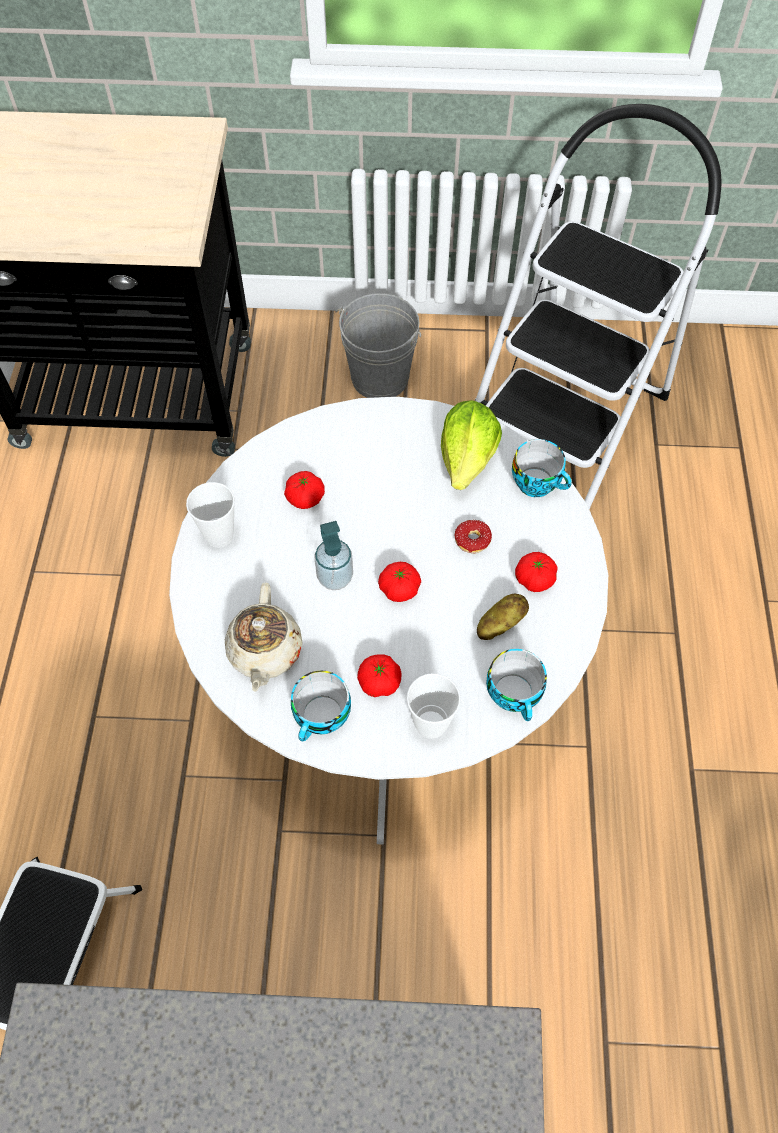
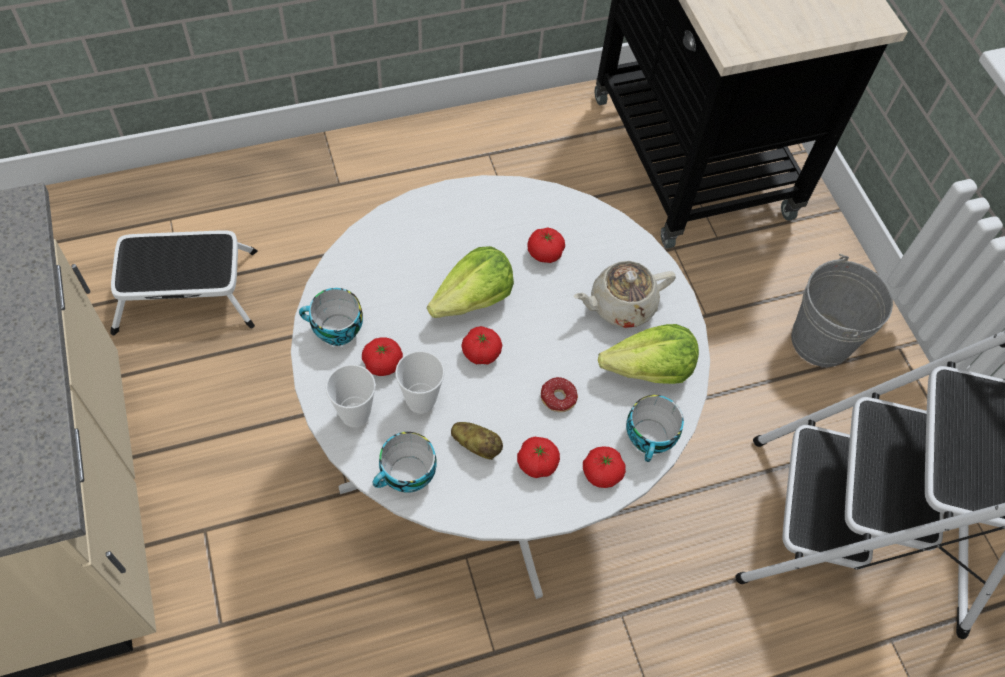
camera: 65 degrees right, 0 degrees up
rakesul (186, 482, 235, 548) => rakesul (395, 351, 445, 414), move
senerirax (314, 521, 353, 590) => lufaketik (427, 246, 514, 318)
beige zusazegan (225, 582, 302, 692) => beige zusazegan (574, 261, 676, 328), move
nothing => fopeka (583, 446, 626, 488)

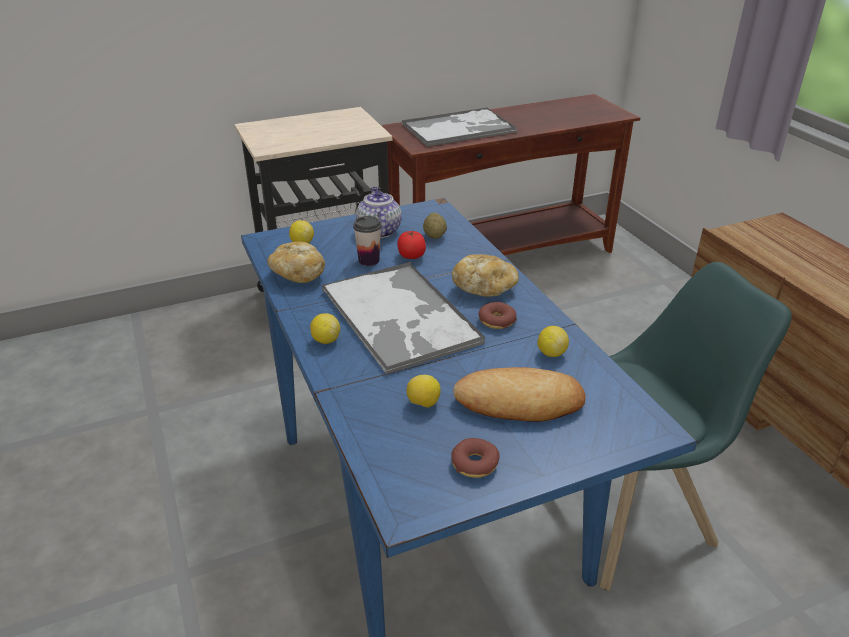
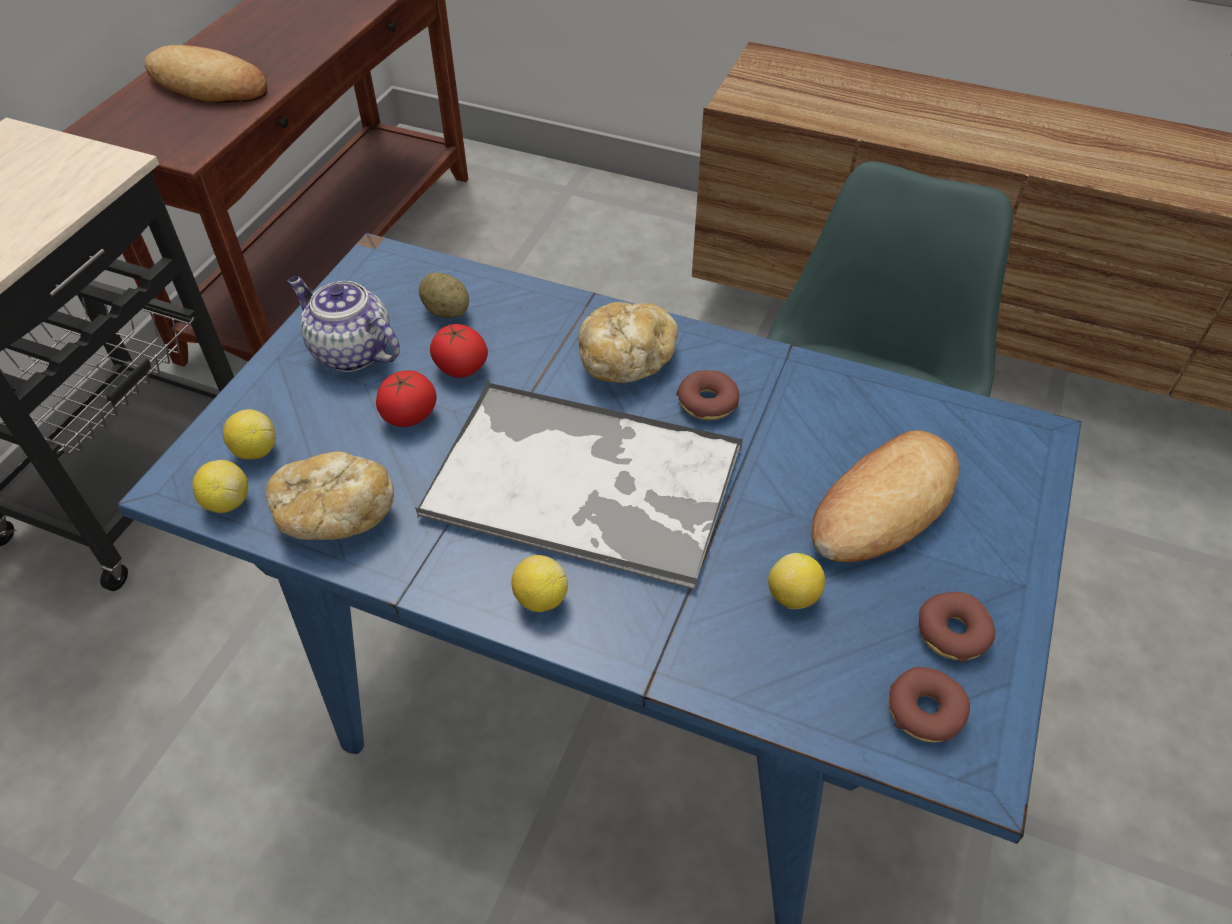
camera: 45 degrees left, 15 degrees up
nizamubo (402, 107, 517, 147) => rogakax (144, 45, 267, 103)
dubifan (537, 326, 569, 357) => dubifan (192, 460, 248, 513), move
rakesul (353, 216, 382, 266) => fopeka (376, 370, 437, 427)
nothing => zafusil (888, 667, 970, 743)

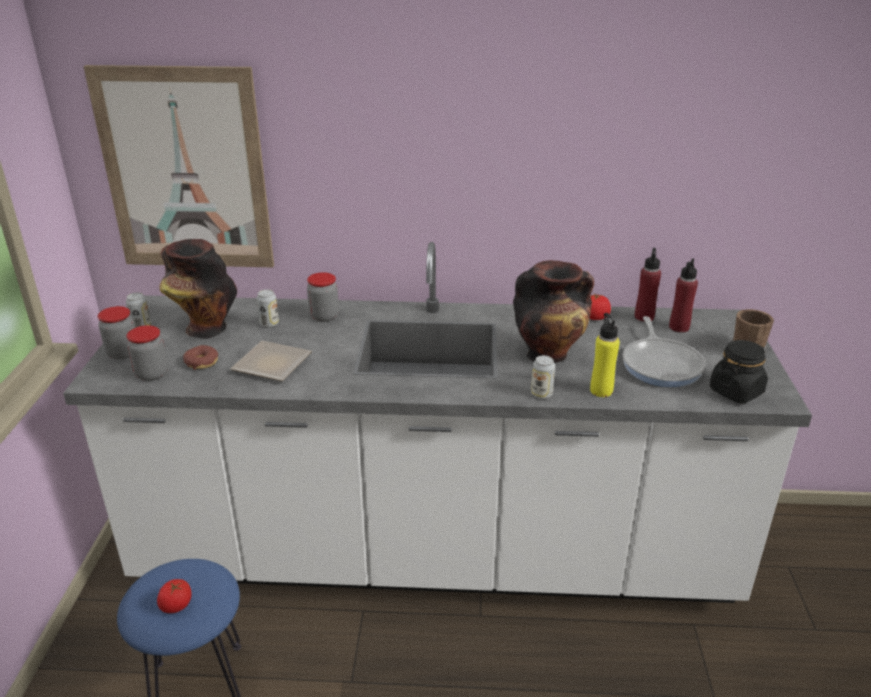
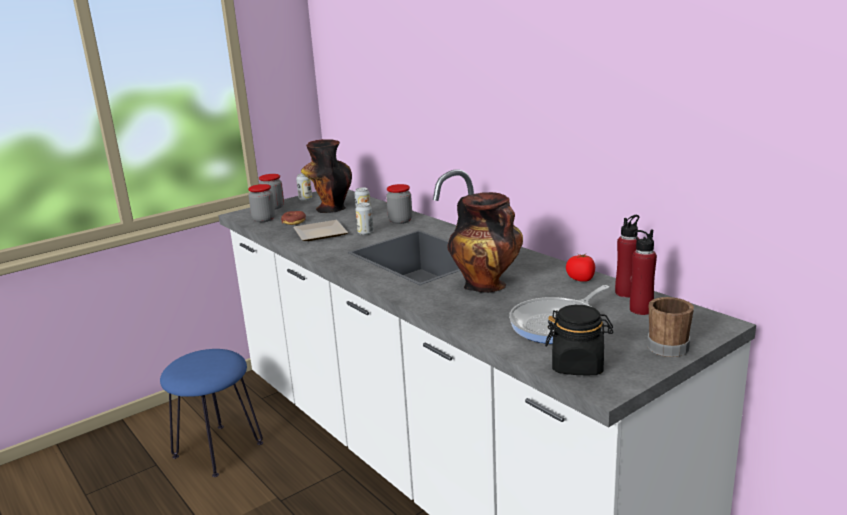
camera: 50 degrees right, 10 degrees down
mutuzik (531, 355, 555, 399) => mutuzik (356, 203, 374, 235), move
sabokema (83, 65, 274, 267) => nothing
fopeka (157, 579, 191, 613) => nothing
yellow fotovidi (590, 313, 620, 397) => nothing

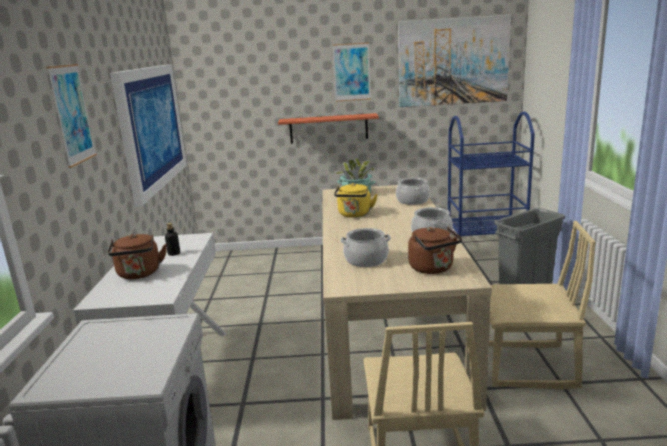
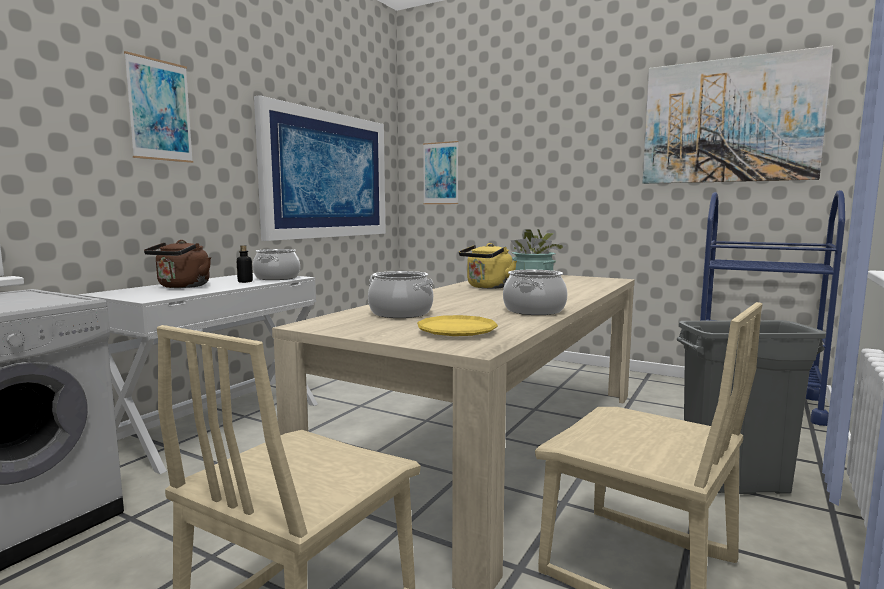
camera: 30 degrees right, 10 degrees down
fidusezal (396, 178, 430, 205) => fidusezal (253, 249, 300, 280), move
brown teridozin (408, 227, 462, 274) => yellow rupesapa (417, 315, 498, 336)
sabokema (332, 42, 371, 101) => sabokema (423, 141, 459, 204), move
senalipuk (278, 113, 379, 144) => nothing

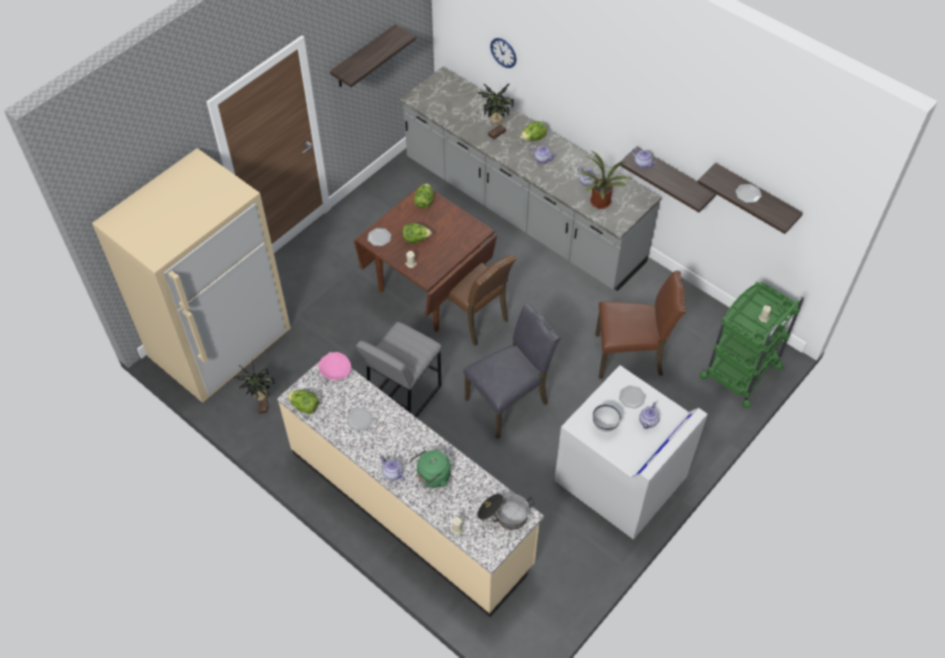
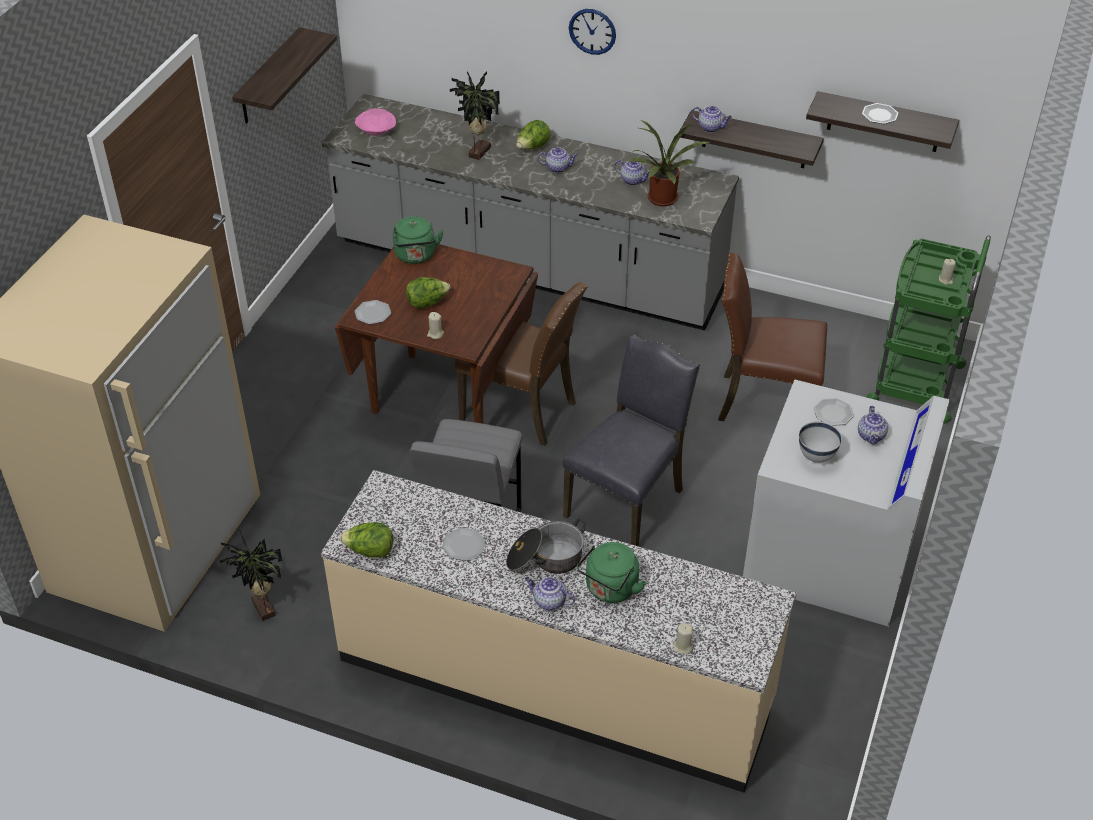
camera: 20 degrees left, 10 degrees down
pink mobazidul (318, 352, 351, 380) => pink mobazidul (355, 108, 396, 136), move
lufaketik (414, 183, 434, 209) => green teridozin (393, 216, 444, 264)
fidusezal (477, 494, 534, 530) => fidusezal (506, 519, 586, 574), move
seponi (490, 38, 516, 68) => seponi (569, 9, 616, 55), move
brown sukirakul (595, 270, 686, 379) => brown sukirakul (718, 253, 827, 421), 150 degrees counterclockwise

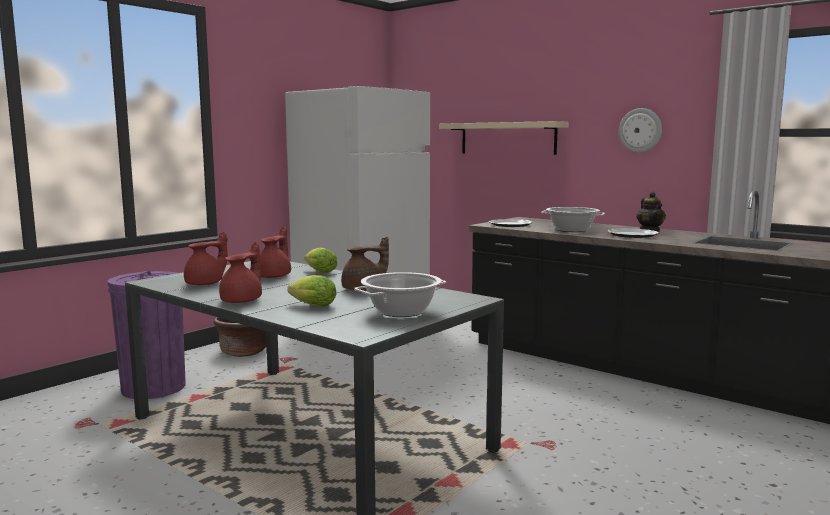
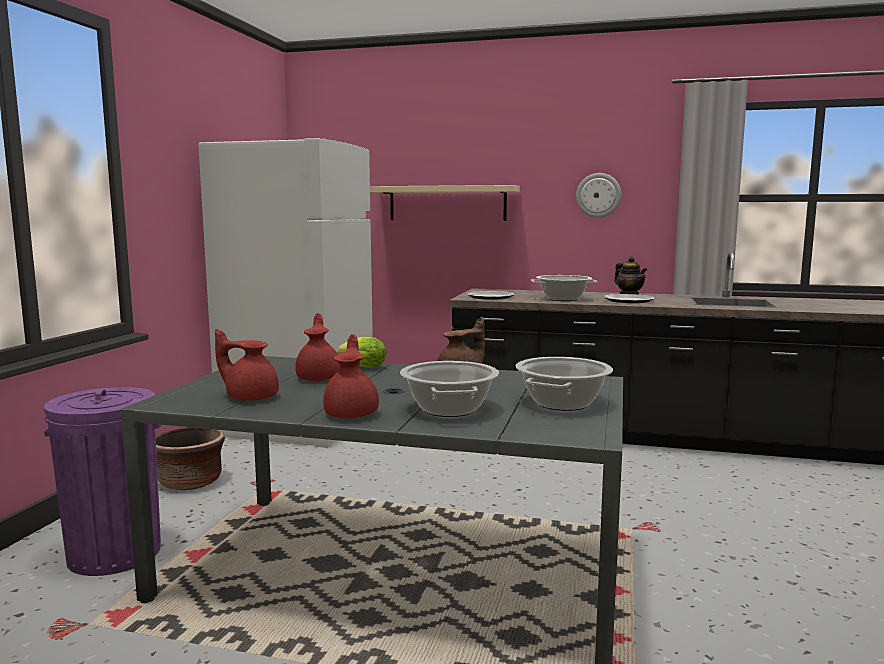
camera: 25 degrees left, 0 degrees up
red zusazegan (184, 231, 228, 285) => red zusazegan (215, 329, 279, 401), 90 degrees counterclockwise
lufaketik (287, 275, 336, 307) => fidusezal (400, 361, 499, 417)

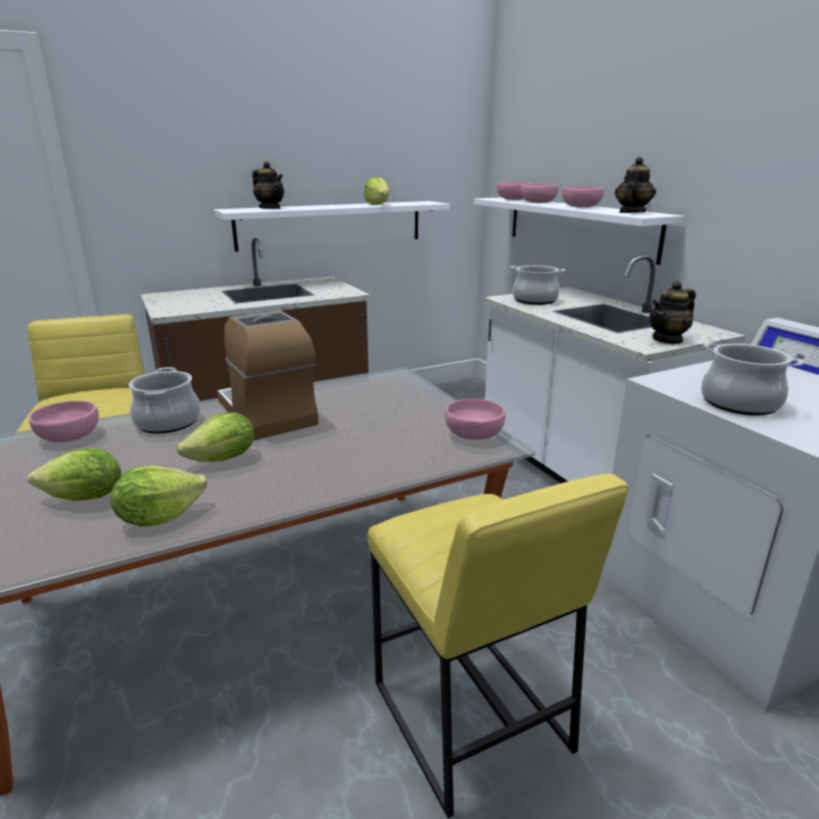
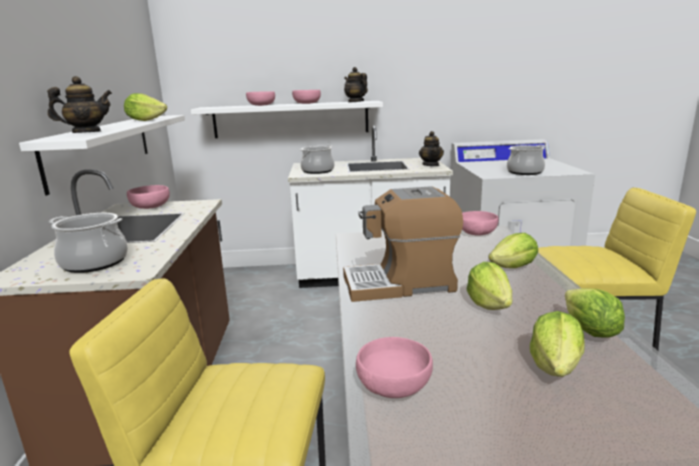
camera: 65 degrees left, 5 degrees down
fidusezal (129, 367, 201, 434) => fidusezal (49, 213, 128, 273), move
pink mobazidul (497, 182, 532, 200) => pink mobazidul (127, 185, 170, 209), move
nothing => lufaketik (488, 233, 538, 268)

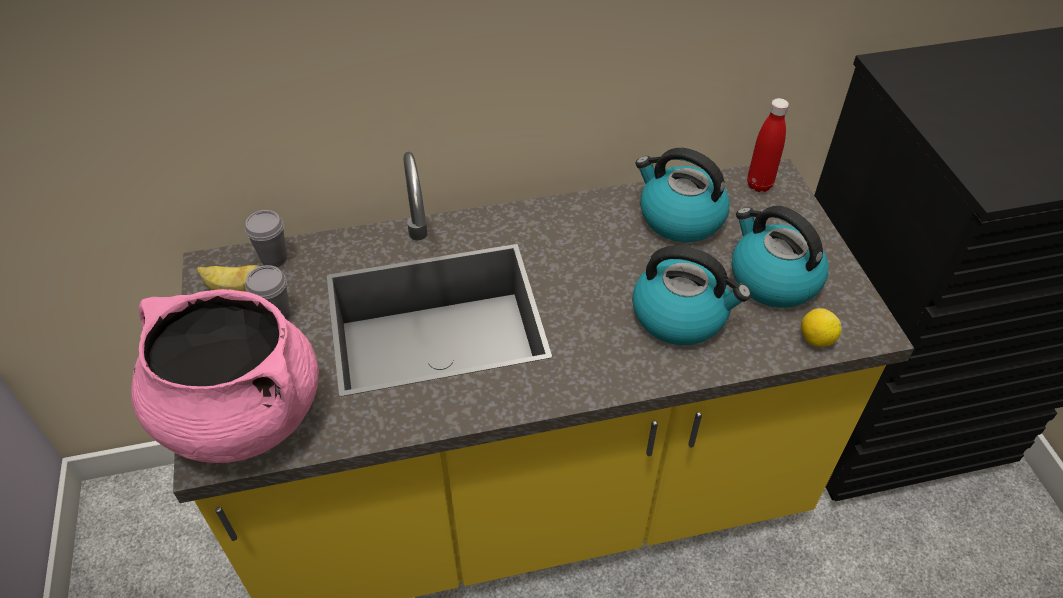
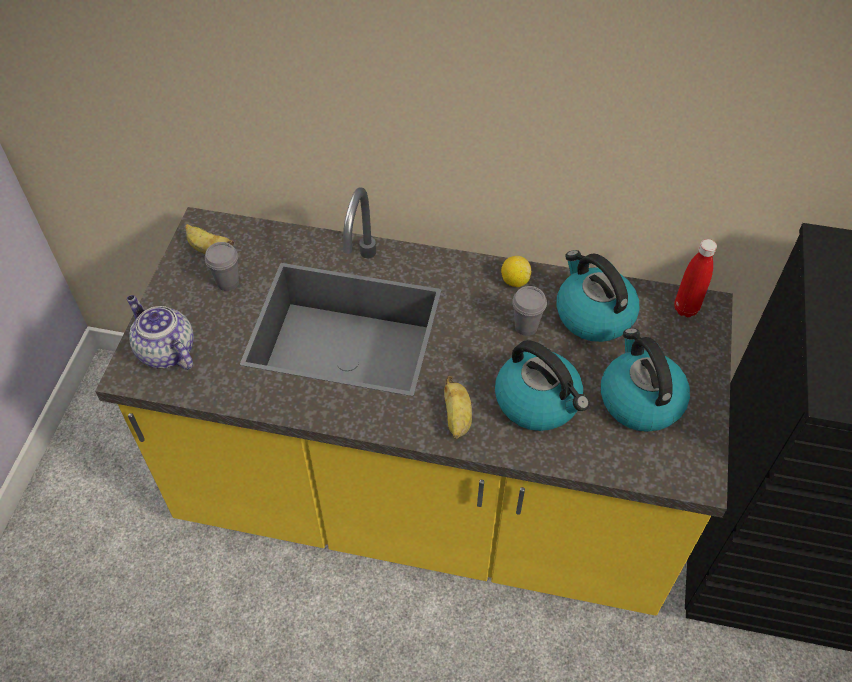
camera: 25 degrees right, 5 degrees up
pink fidusezal (131, 289, 319, 463) => zusazegan (127, 295, 194, 370)
nothing => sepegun (444, 376, 472, 439)
dubifan (801, 308, 842, 347) => dubifan (501, 256, 531, 287), move
grey rakesul (245, 210, 287, 267) => grey rakesul (512, 286, 547, 336), move

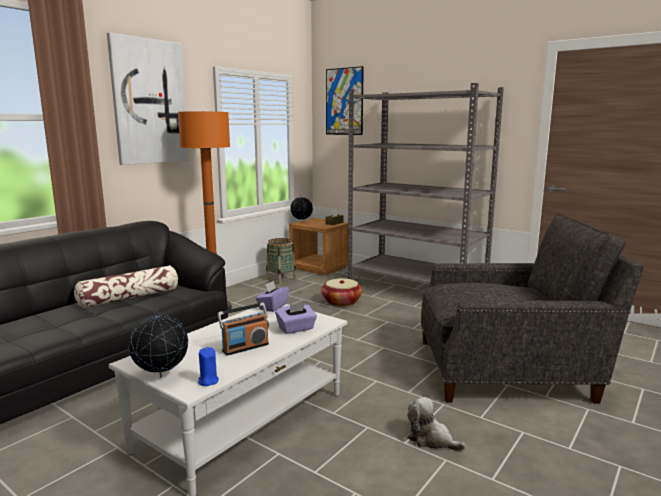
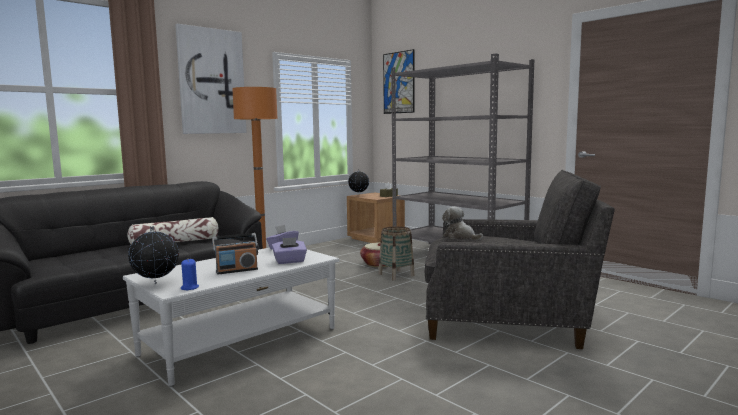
camera: 10 degrees right, 5 degrees down
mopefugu (266, 238, 297, 284) => mopefugu (379, 226, 415, 280), move
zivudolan (407, 397, 466, 451) => zivudolan (442, 206, 483, 240), move

